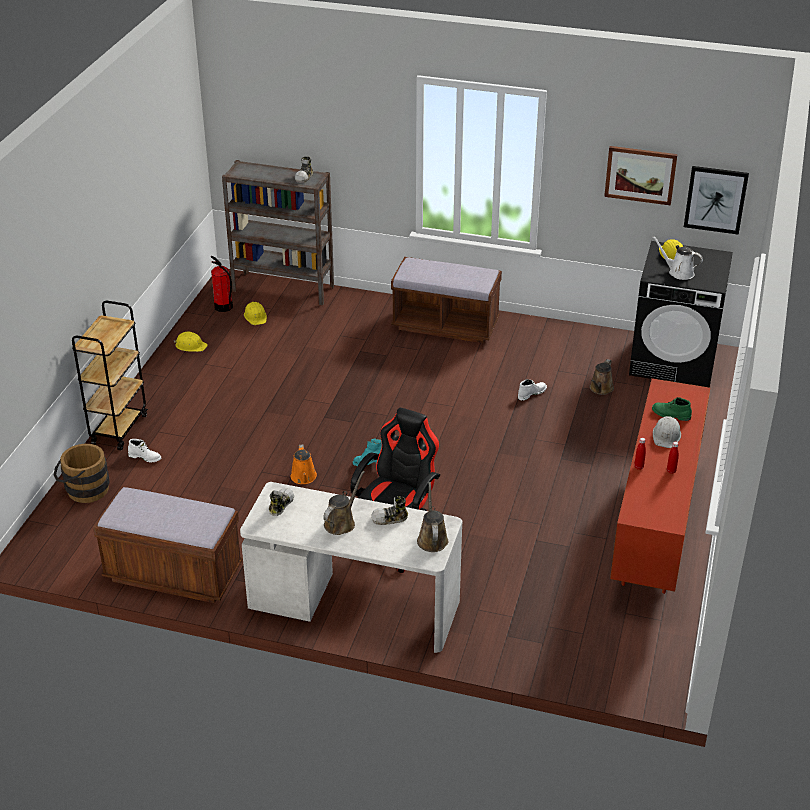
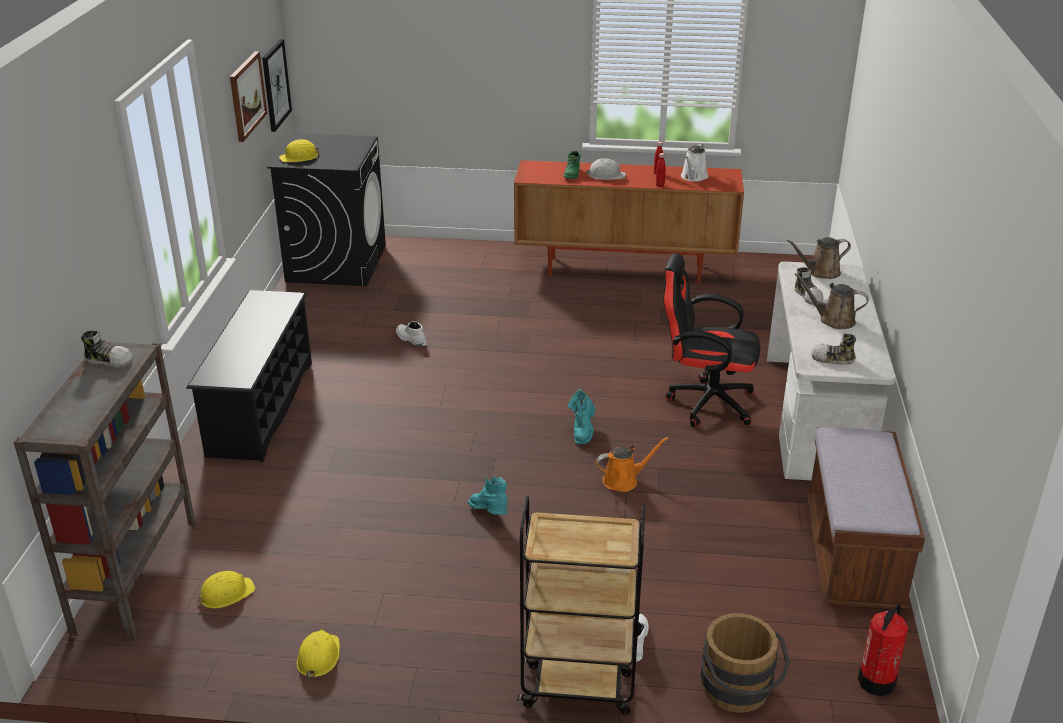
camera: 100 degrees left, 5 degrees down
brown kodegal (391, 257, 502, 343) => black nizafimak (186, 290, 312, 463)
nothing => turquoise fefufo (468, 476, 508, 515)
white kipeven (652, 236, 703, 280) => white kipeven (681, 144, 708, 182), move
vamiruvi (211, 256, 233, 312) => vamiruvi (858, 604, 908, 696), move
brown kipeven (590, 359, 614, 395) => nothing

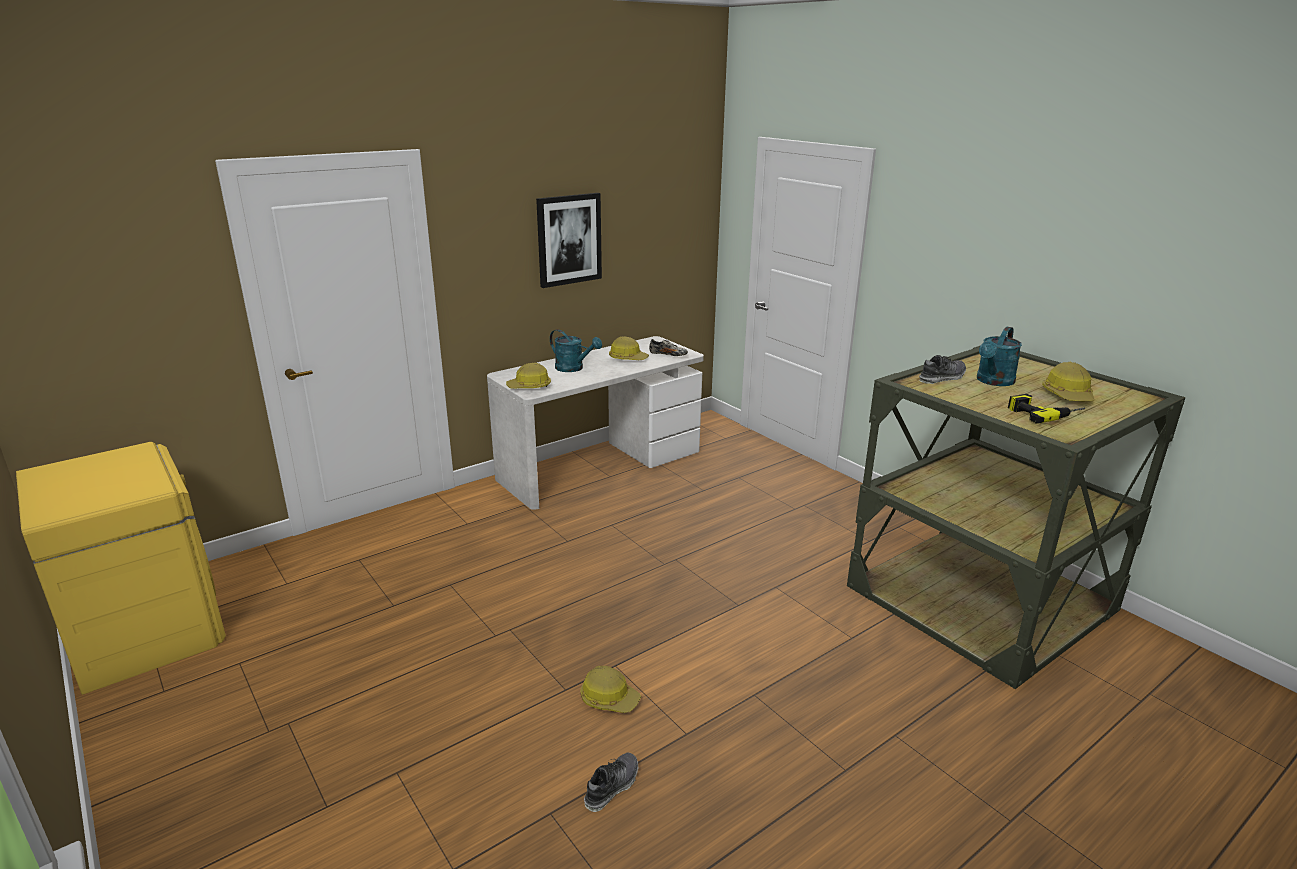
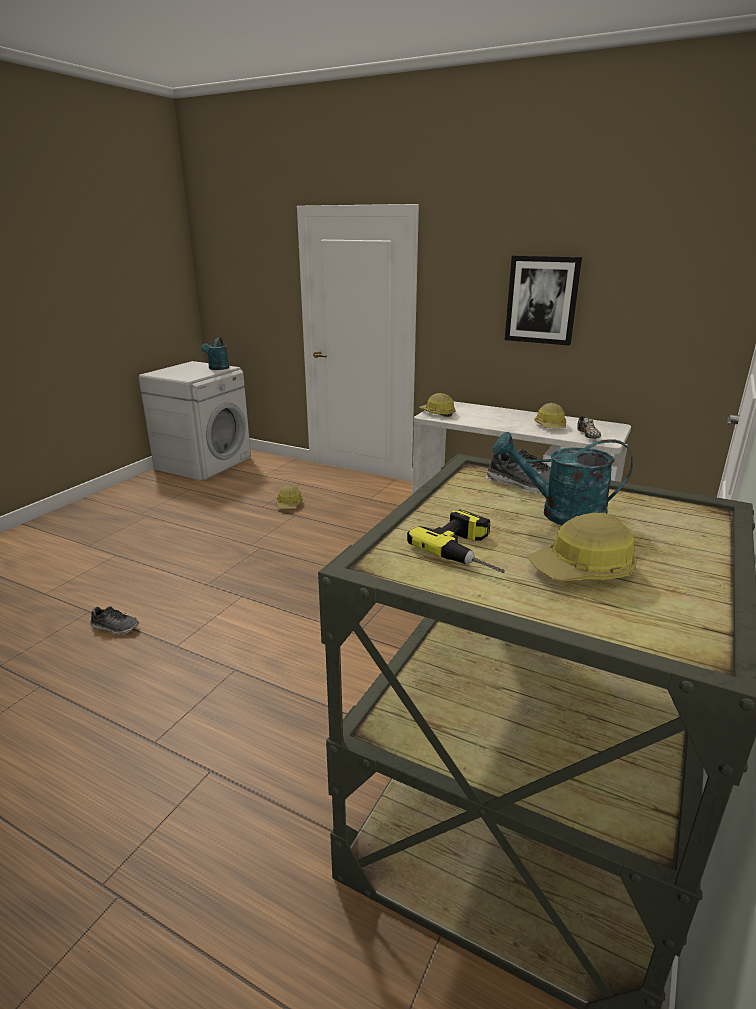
camera: 65 degrees right, 0 degrees up
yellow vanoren (16, 442, 226, 695) => white vanoren (139, 361, 251, 480)
turquoise kipeven (550, 329, 602, 372) => turquoise kipeven (201, 338, 229, 370), move
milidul (580, 666, 641, 713) => milidul (276, 485, 303, 509), move

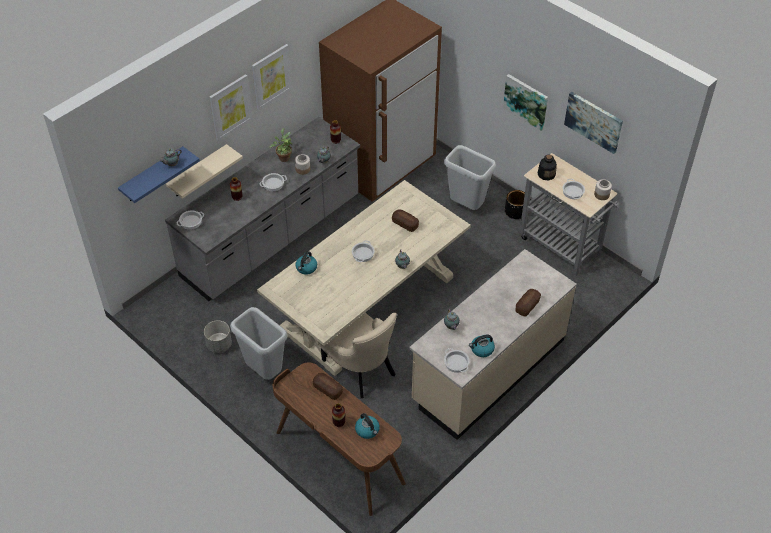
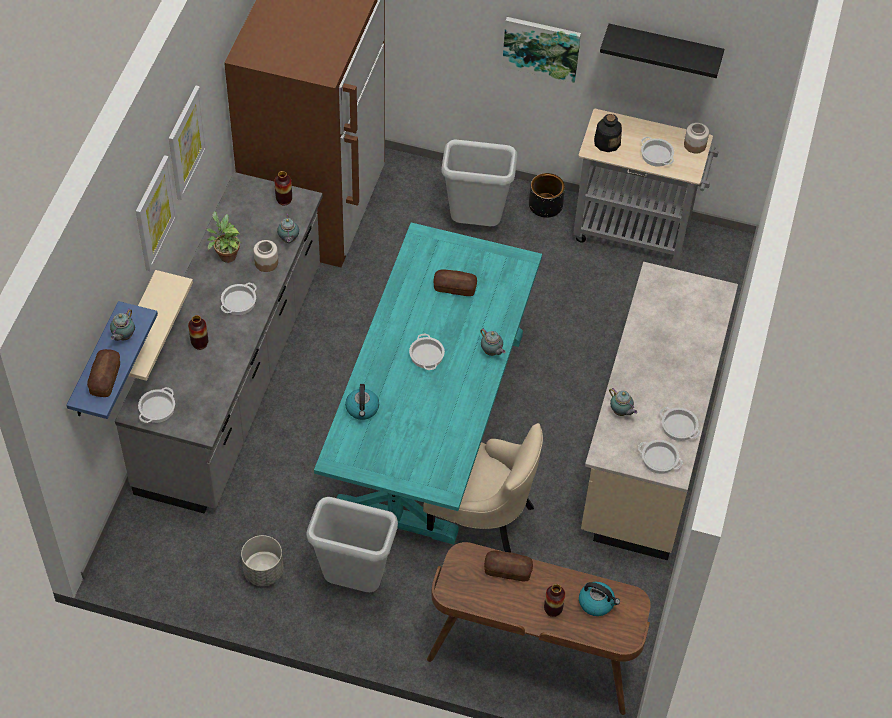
camera: 30 degrees left, 5 degrees up
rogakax (515, 289, 541, 316) => rogakax (87, 349, 120, 397), move
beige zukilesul (257, 180, 471, 376) => turquoise zukilesul (314, 222, 542, 545)
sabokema (564, 92, 623, 154) => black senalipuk (600, 24, 724, 78)
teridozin (469, 335, 495, 357) => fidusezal (660, 407, 700, 441)

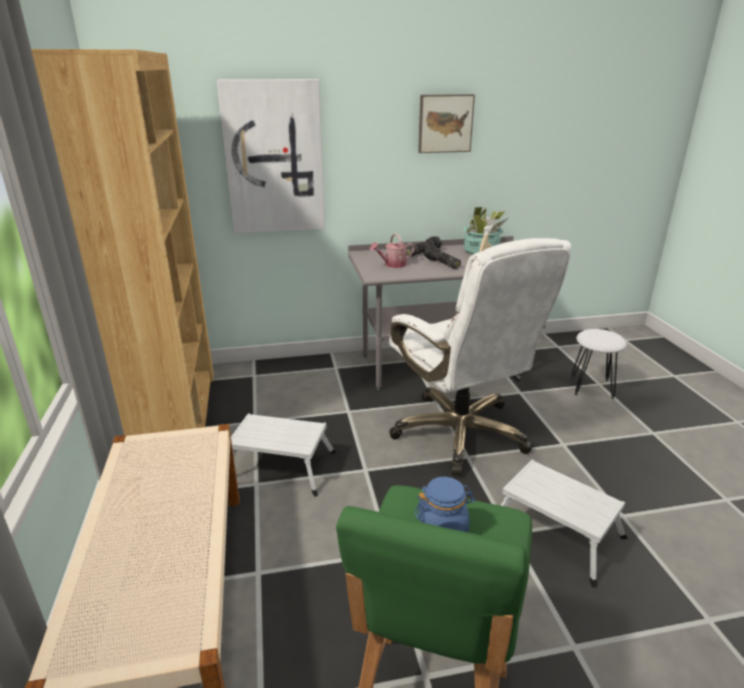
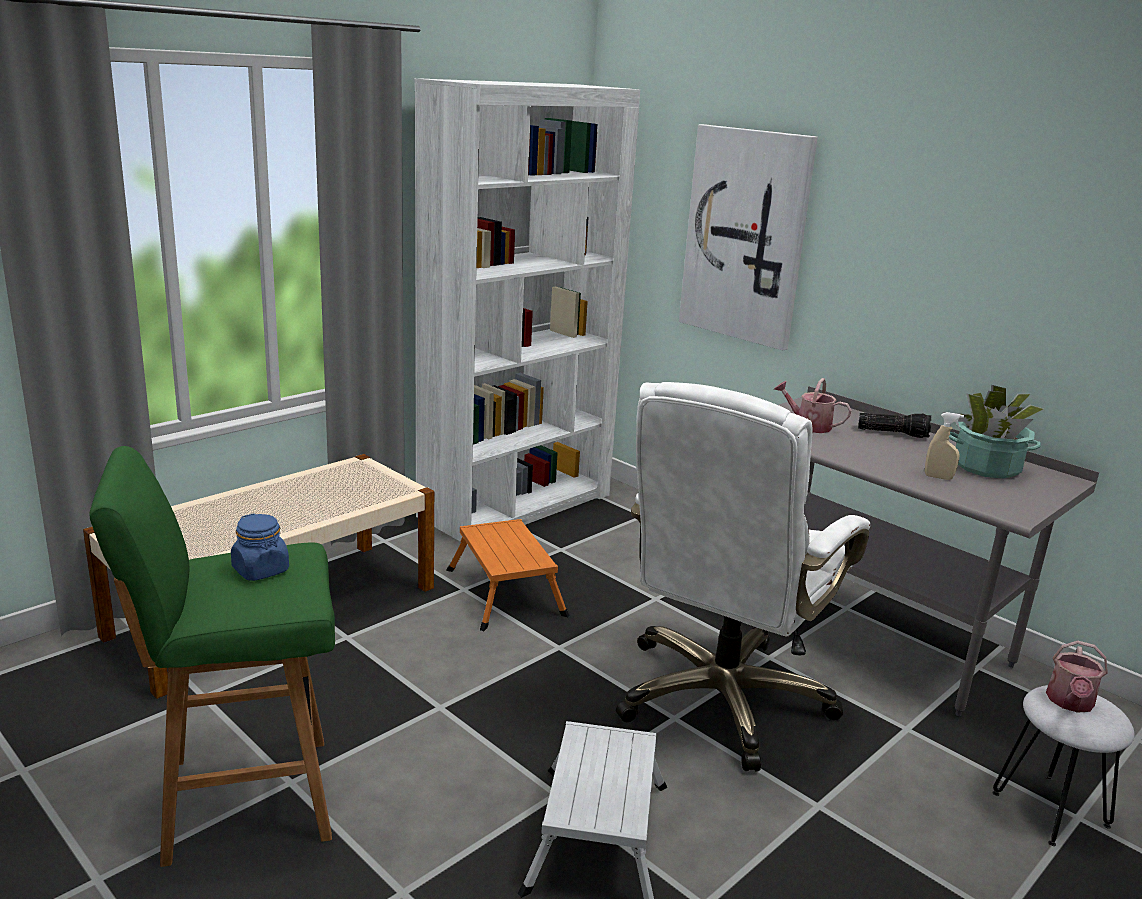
camera: 55 degrees right, 5 degrees down
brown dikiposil (31, 49, 214, 466) => white dikiposil (415, 78, 640, 546)
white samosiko (231, 413, 336, 497) => orange samosiko (446, 519, 569, 631)
nothing => kipeven (1046, 641, 1108, 713)
sabokema (418, 94, 475, 153) => nothing
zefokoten (424, 245, 461, 269) => nothing

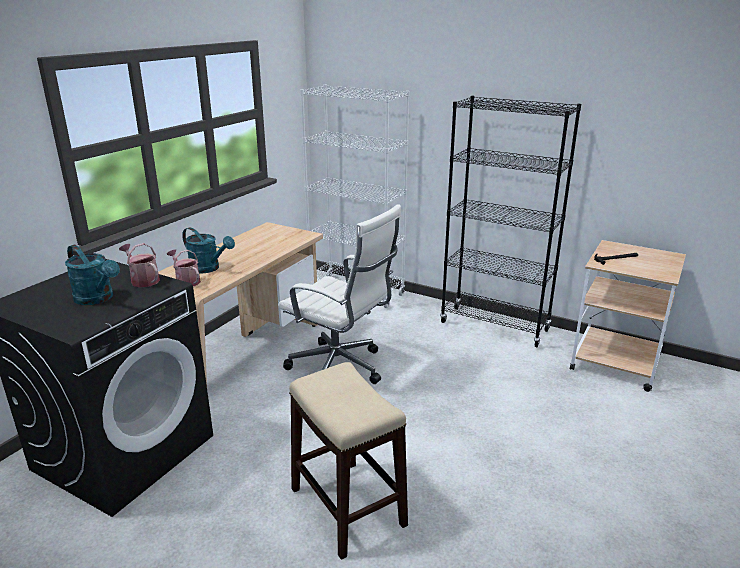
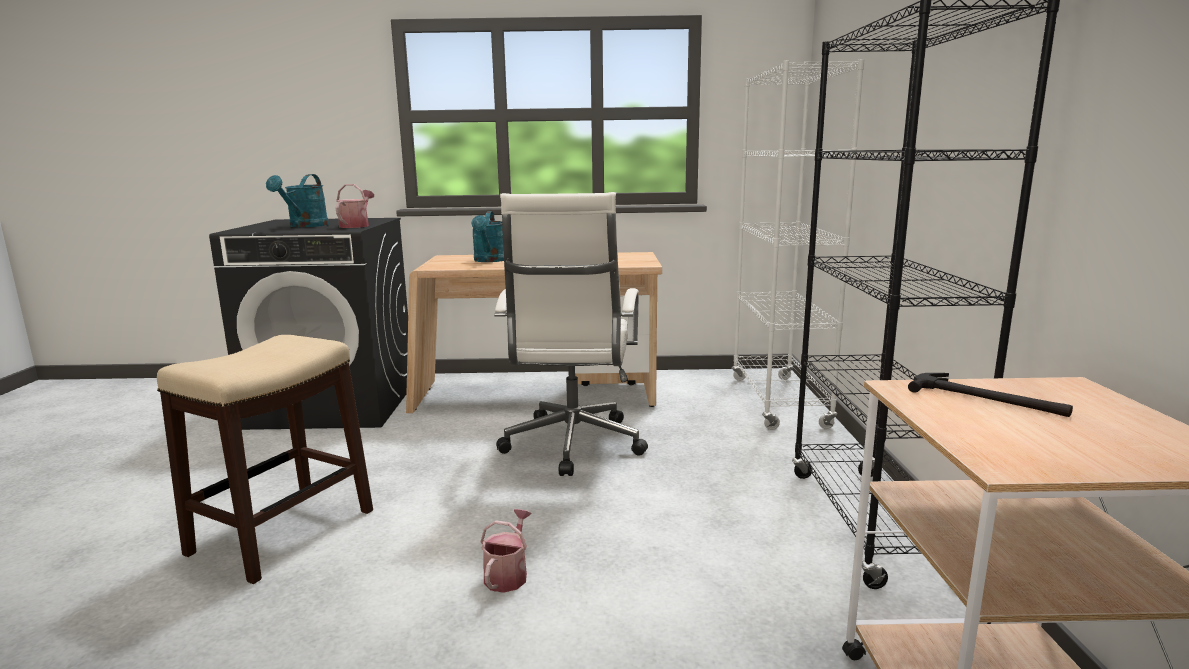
camera: 60 degrees right, 10 degrees down
kipeven (167, 249, 201, 286) => kipeven (480, 509, 531, 593), move

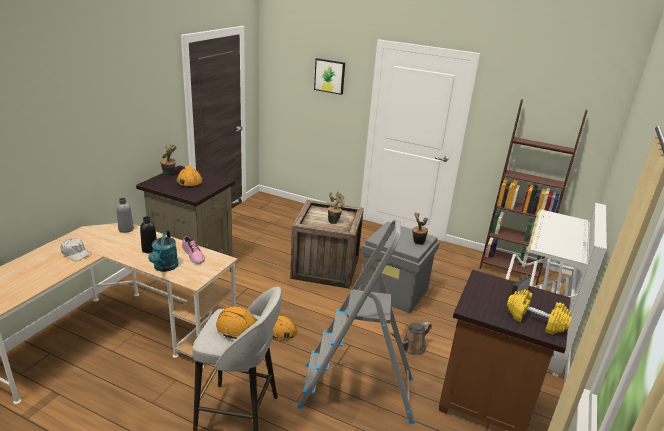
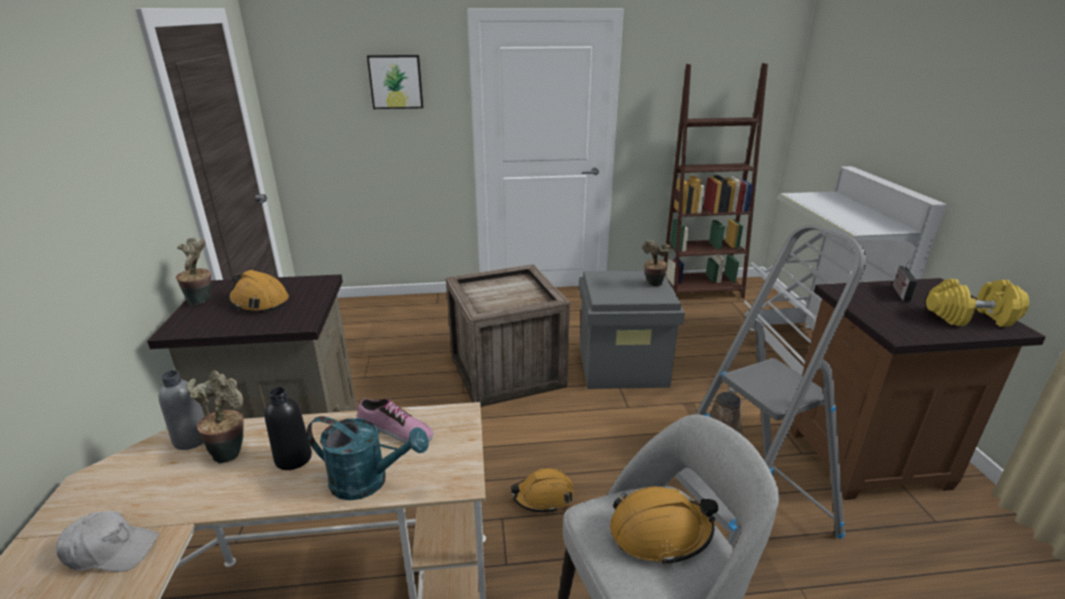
camera: 30 degrees left, 0 degrees up
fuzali (328, 192, 345, 224) => fuzali (186, 370, 244, 463), move
turquoise kipeven (148, 230, 178, 272) => turquoise kipeven (307, 416, 429, 500), 45 degrees counterclockwise

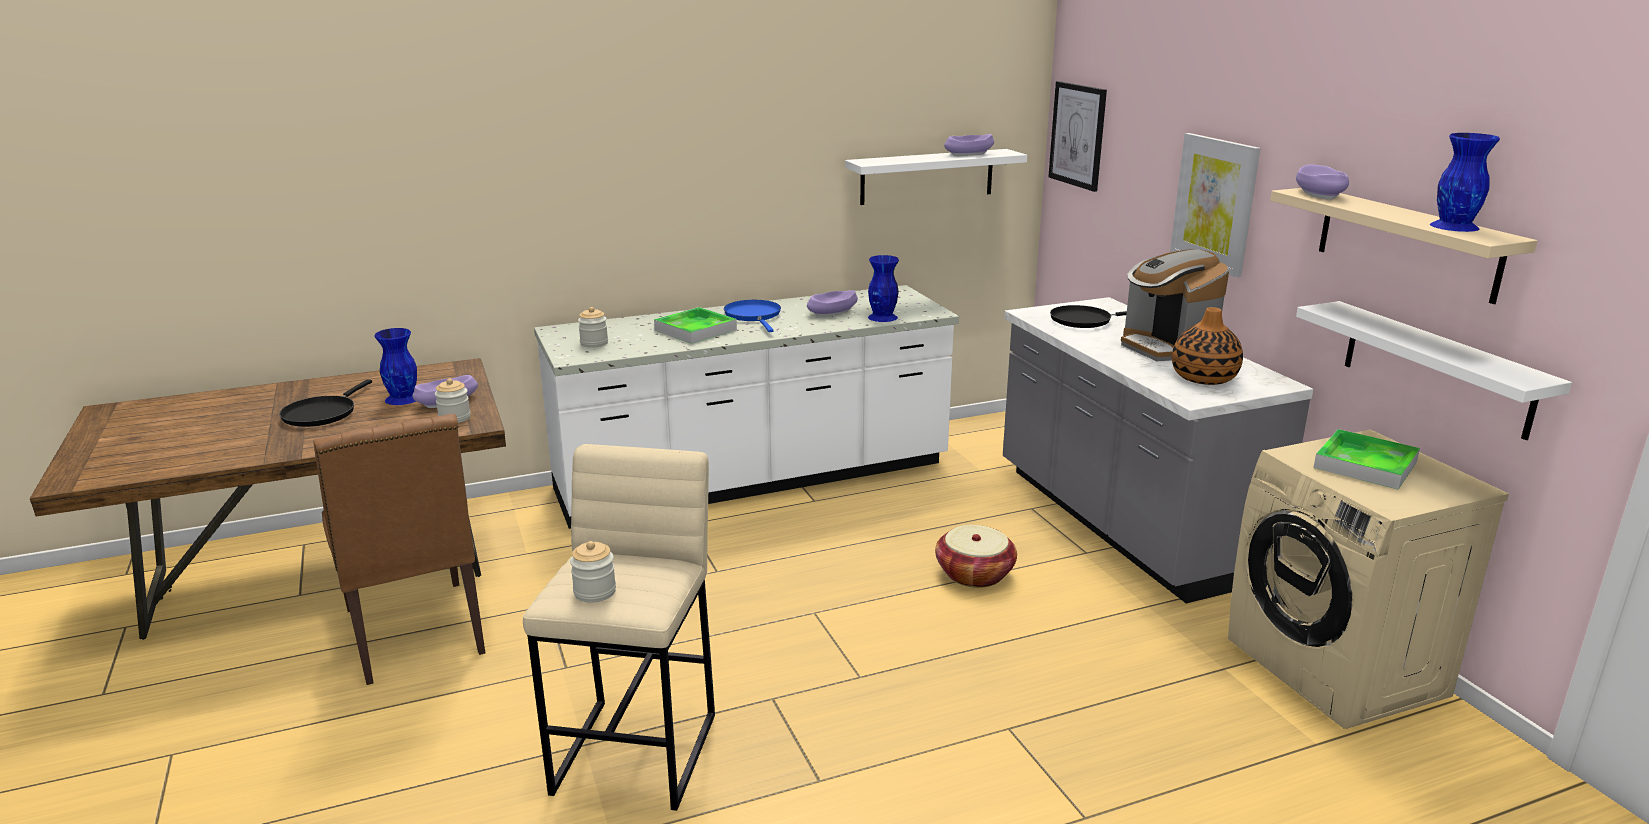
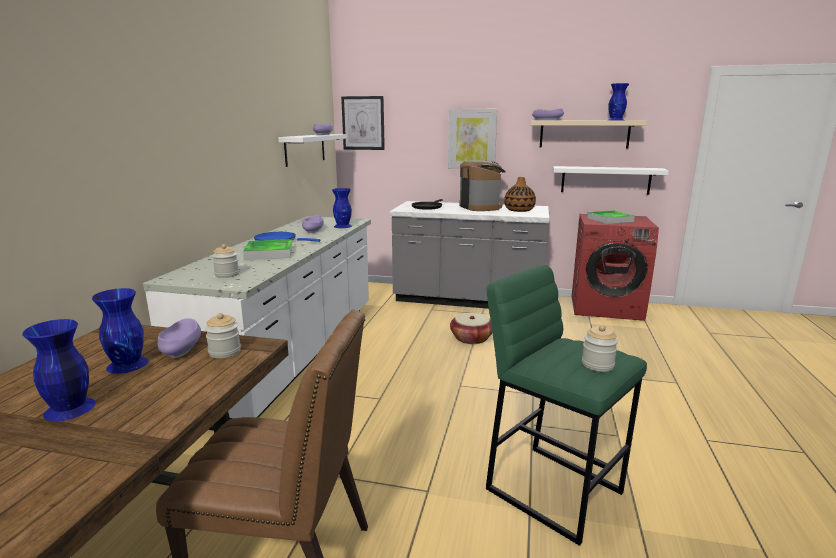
camera: 55 degrees left, 5 degrees down
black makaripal (279, 379, 372, 427) => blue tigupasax (22, 319, 96, 421)
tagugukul (1121, 249, 1229, 361) => tagugukul (459, 160, 506, 211), 120 degrees counterclockwise
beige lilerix (523, 444, 715, 811) => green lilerix (486, 265, 647, 546)
beige vanoren (1228, 430, 1509, 729) => red vanoren (572, 214, 659, 321)

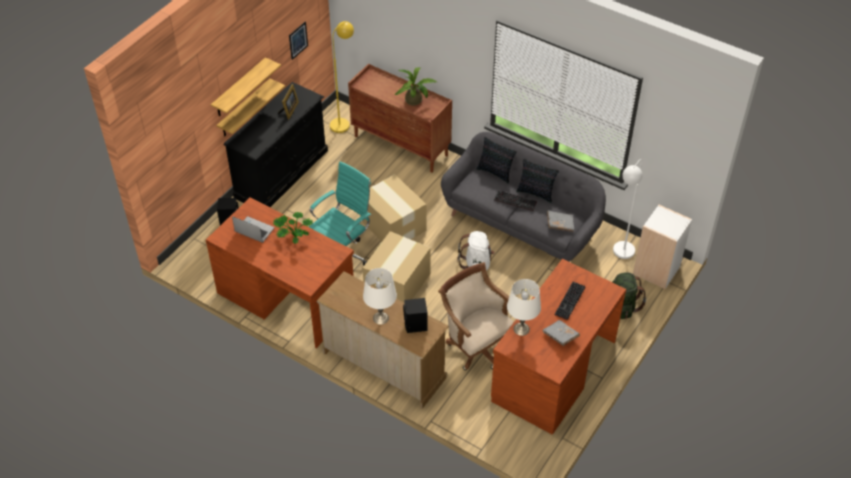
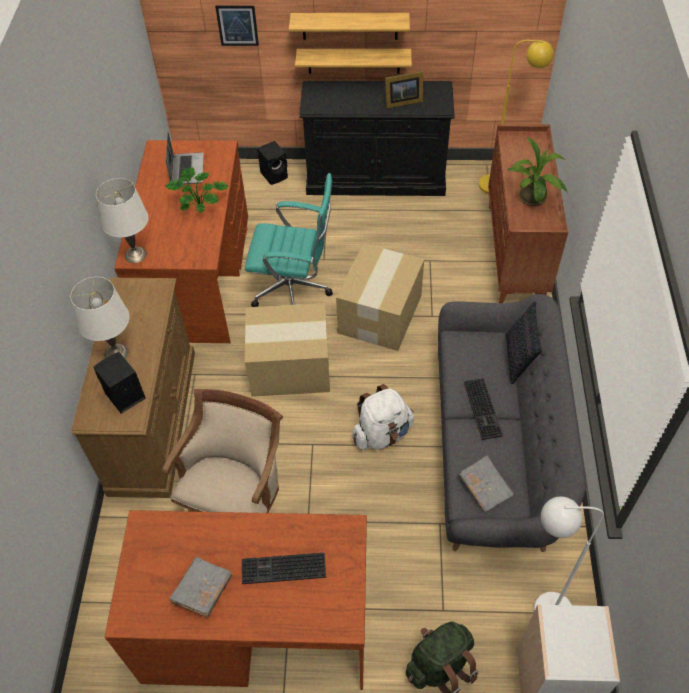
camera: 60 degrees right, 5 degrees up
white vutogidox (507, 279, 541, 336) => white vutogidox (96, 178, 149, 263), move
sabokema (289, 22, 308, 60) => sabokema (215, 5, 259, 46), move
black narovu (516, 159, 559, 203) => nothing

